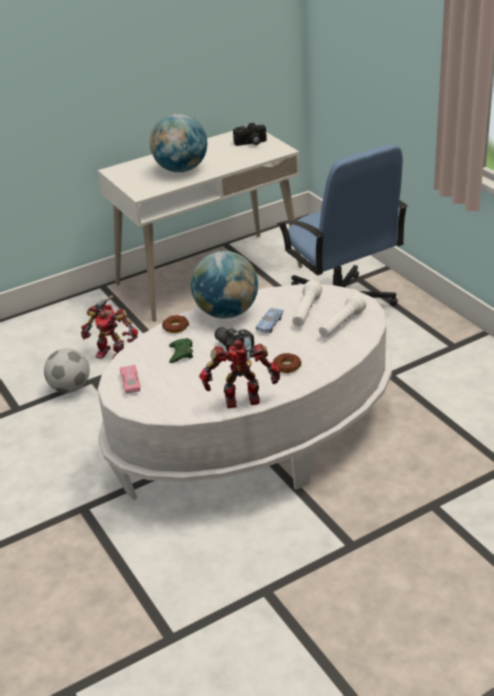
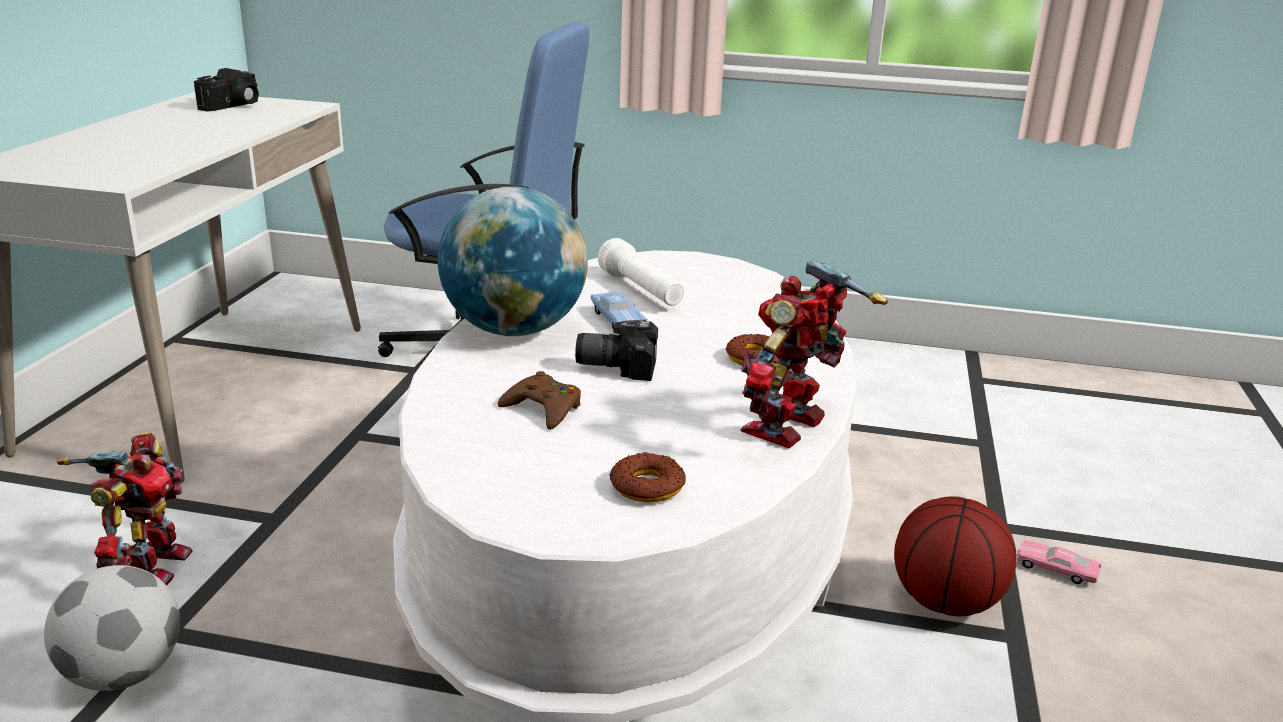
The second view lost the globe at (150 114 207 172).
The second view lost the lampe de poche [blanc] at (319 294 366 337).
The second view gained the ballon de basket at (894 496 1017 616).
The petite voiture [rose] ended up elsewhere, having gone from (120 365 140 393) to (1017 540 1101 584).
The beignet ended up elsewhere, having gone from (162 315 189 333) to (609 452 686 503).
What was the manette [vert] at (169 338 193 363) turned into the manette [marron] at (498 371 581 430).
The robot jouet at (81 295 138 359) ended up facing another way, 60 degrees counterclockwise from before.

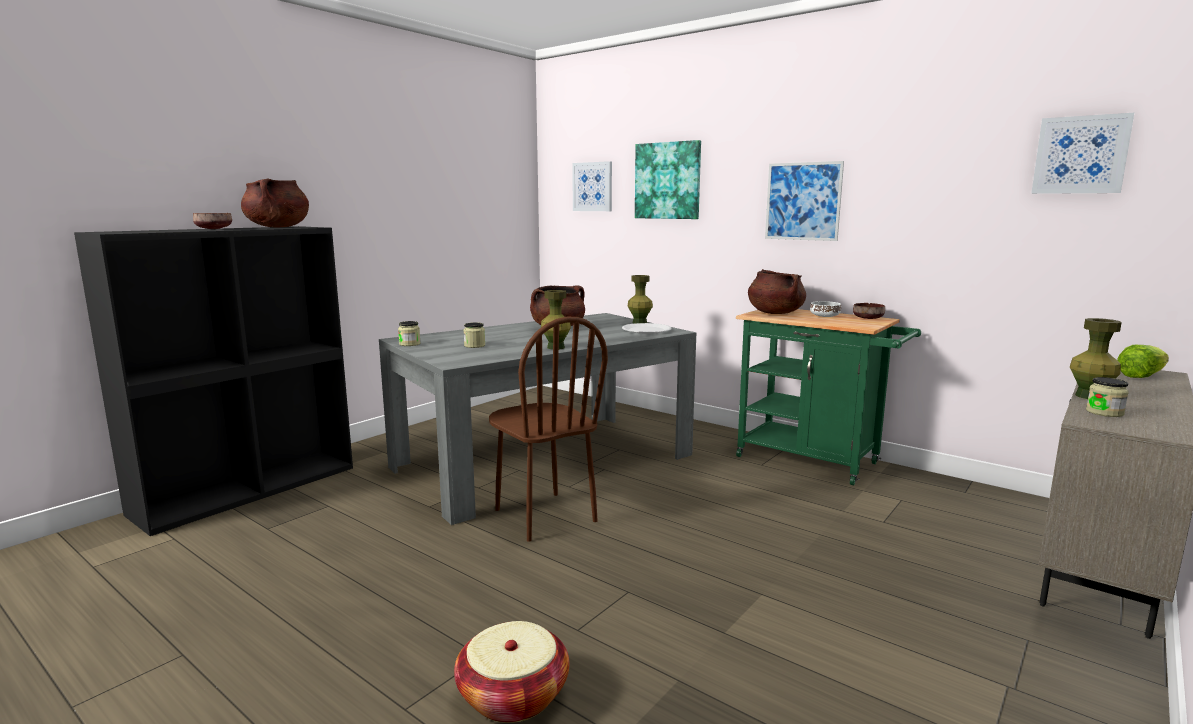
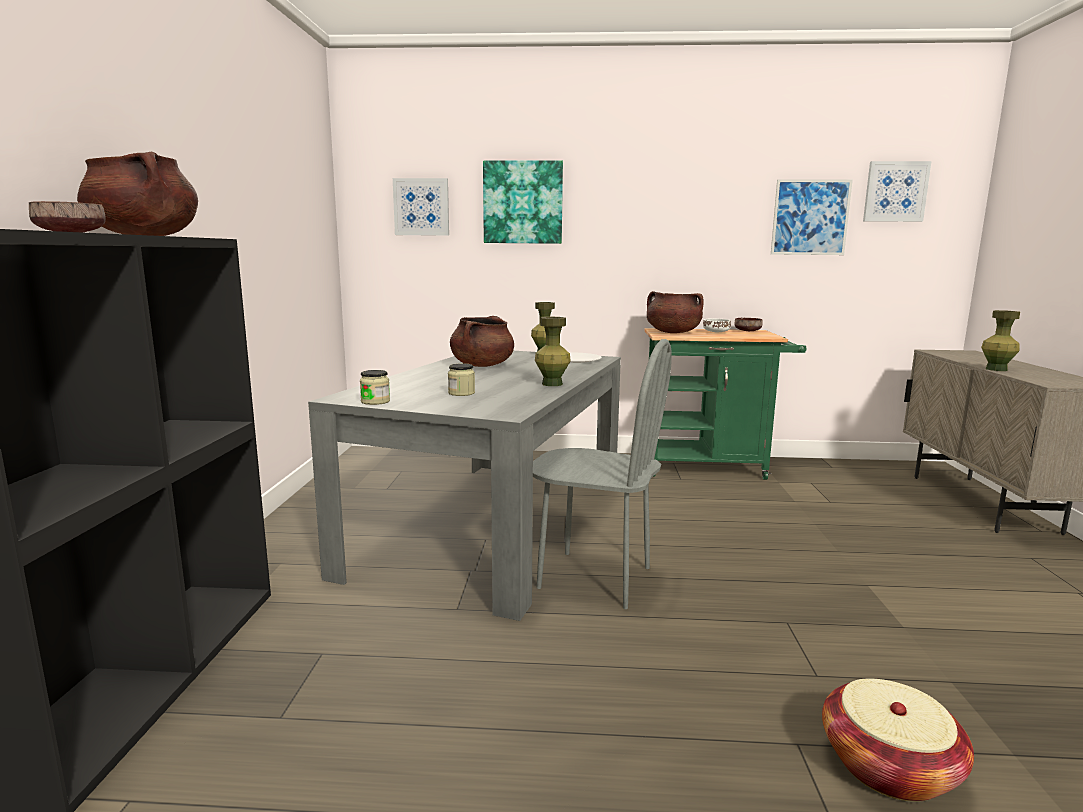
The second view lost the bocal at (1086 377 1129 417).
The second view lost the laitue at (1117 345 1169 378).
The tableau ended up elsewhere, having gone from (765 161 844 241) to (771 179 853 255).
What was the chaise [marron] at (489 317 608 542) turned into the chaise [gris] at (533 339 672 609).

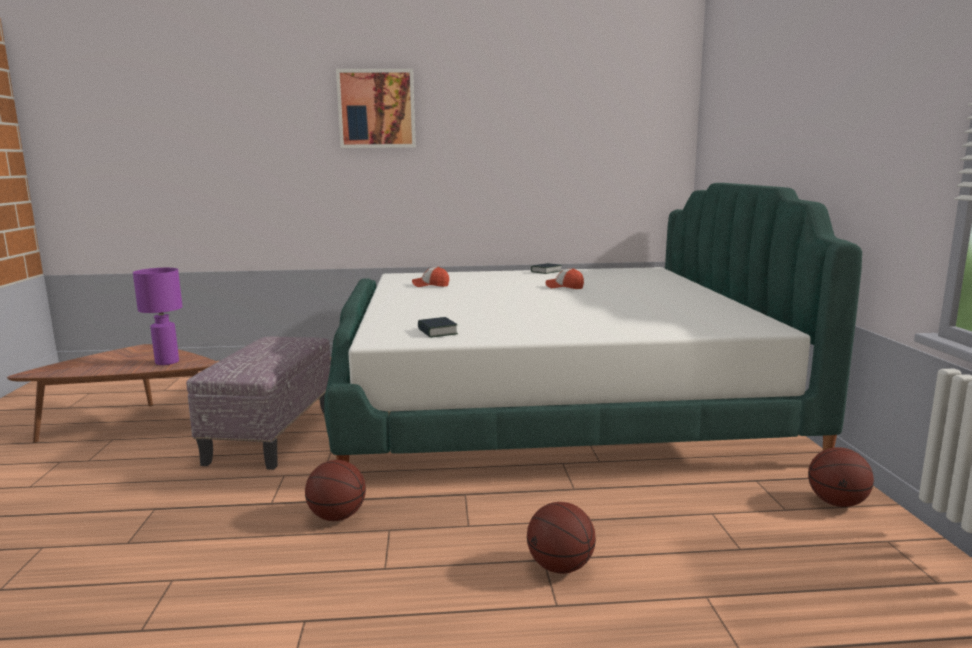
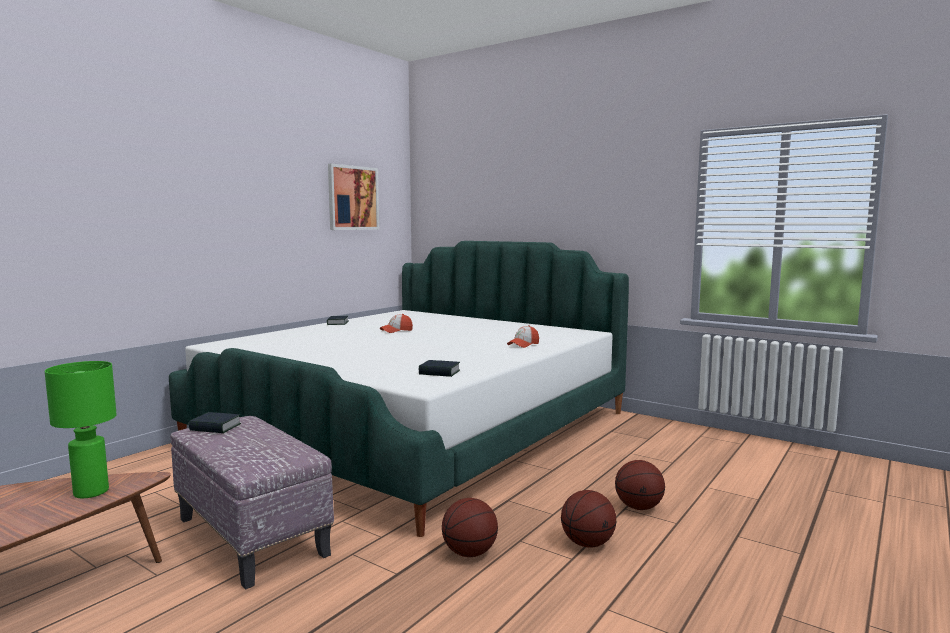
The second view gained the livre at (189 412 241 433).
The tableau ended up elsewhere, having gone from (336 69 416 148) to (328 164 379 230).
The casquette ended up elsewhere, having gone from (412 267 449 287) to (507 325 539 348).
The ballon de basket ended up elsewhere, having gone from (808 447 874 507) to (561 490 616 547).
What was the lampe de table [violet] at (133 268 183 365) turned into the lampe de table [vert] at (45 361 117 498).

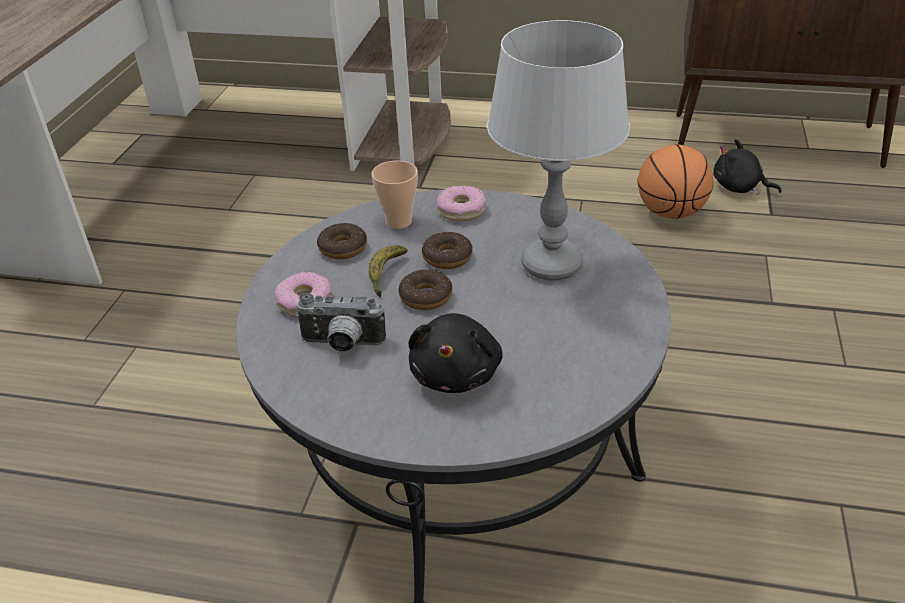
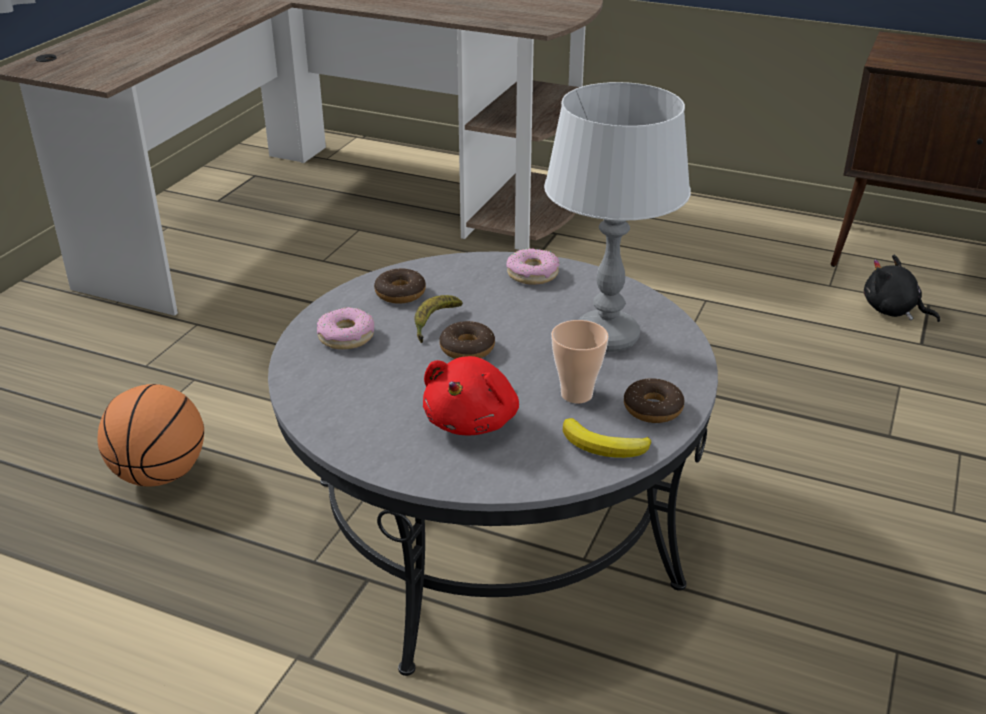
The second view lost the appareil photo at (295 293 386 353).
The second view gained the banane at (563 418 651 458).
The tasse ended up elsewhere, having gone from (371 161 418 229) to (551 320 609 403).
The beignet ended up elsewhere, having gone from (422 232 473 269) to (624 378 685 423).
The ballon de basket ended up elsewhere, having gone from (637 144 714 219) to (97 384 204 487).
What was the peluche [noir] at (409 313 503 393) turned into the peluche [rouge] at (423 356 519 435).

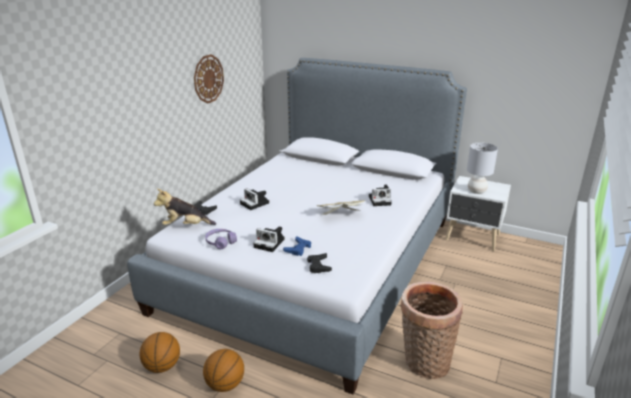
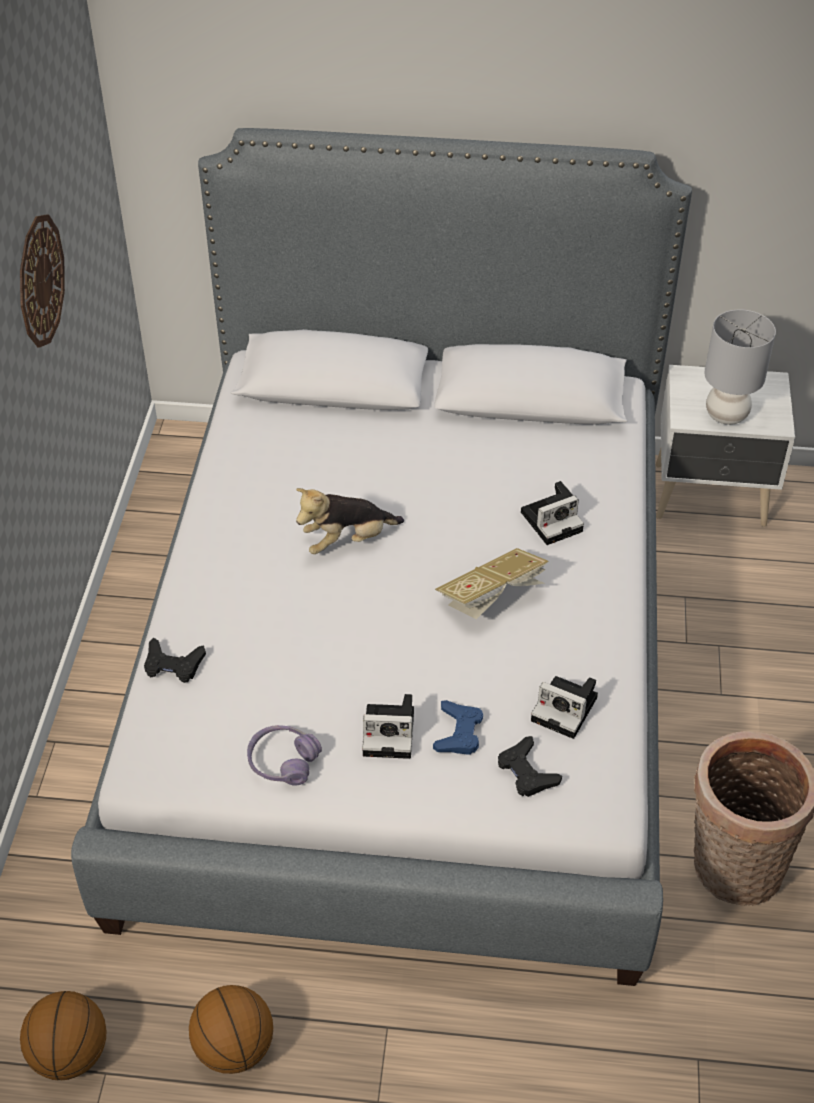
The peluche ended up elsewhere, having gone from (154 189 216 225) to (296 488 404 554).
The ballon de basket ended up elsewhere, having gone from (203 349 244 392) to (20 991 106 1080).
The appareil photo ended up elsewhere, having gone from (240 188 269 210) to (531 676 598 739).

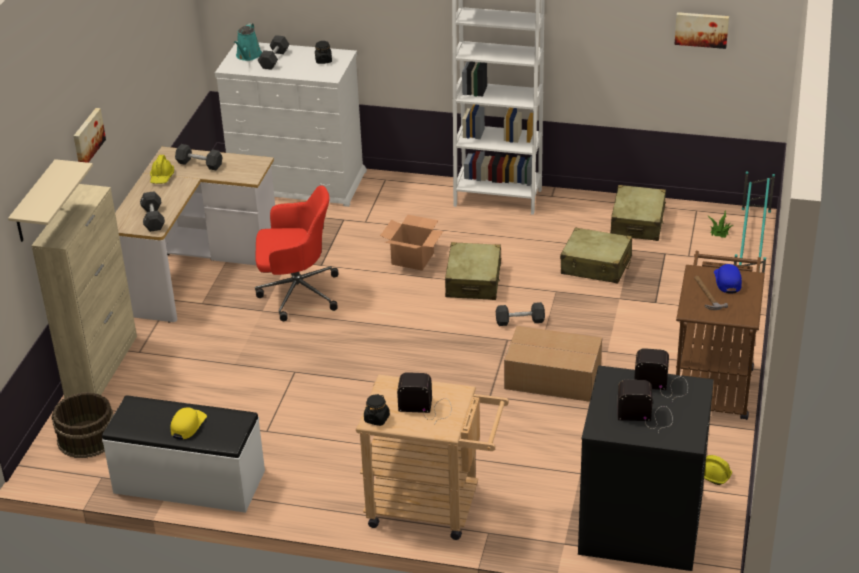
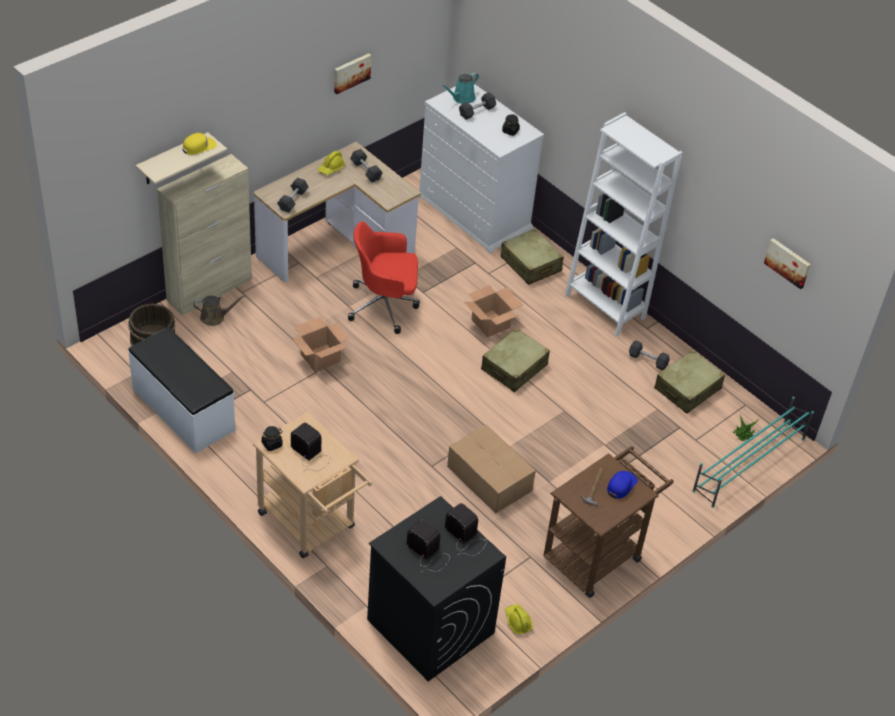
The second view gained the arrosoir [marron] at (193 295 246 326).
The second view gained the carton at (292 317 349 372).
The tableau ended up elsewhere, having gone from (74 108 106 163) to (334 53 371 94).
The casquette [jaune] ended up elsewhere, having gone from (170 407 207 440) to (183 133 217 155).
The haltère [noir] ended up elsewhere, having gone from (496 302 545 326) to (629 340 670 370).
The valise [beige] ended up elsewhere, having gone from (560 228 632 283) to (501 229 564 285).
The chaise de bureau [rouge] at (255 185 338 321) ended up facing another way, 150 degrees clockwise from before.

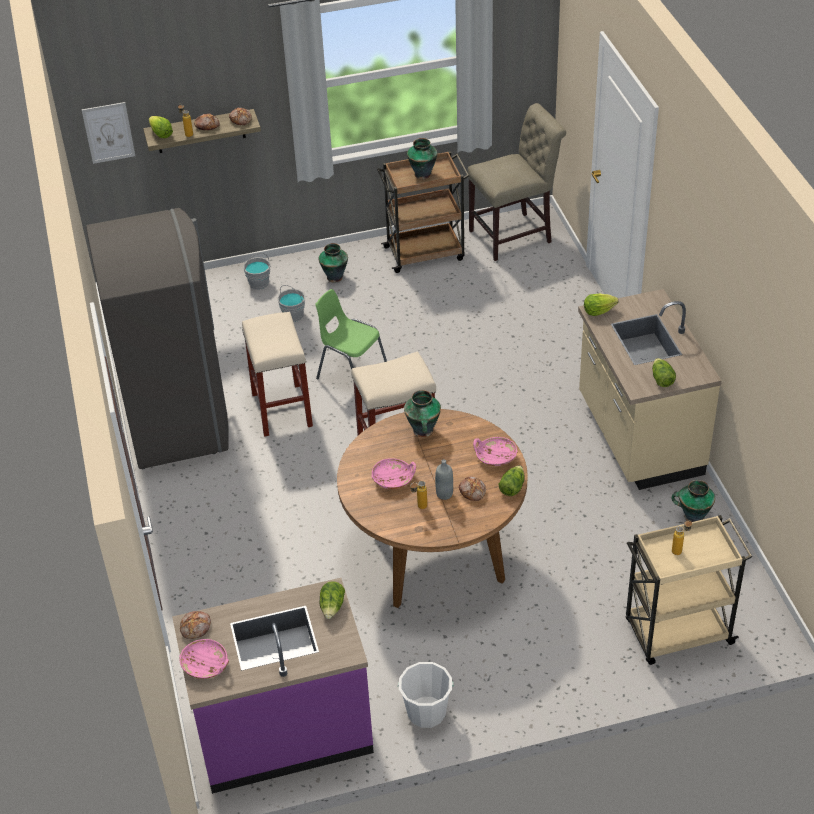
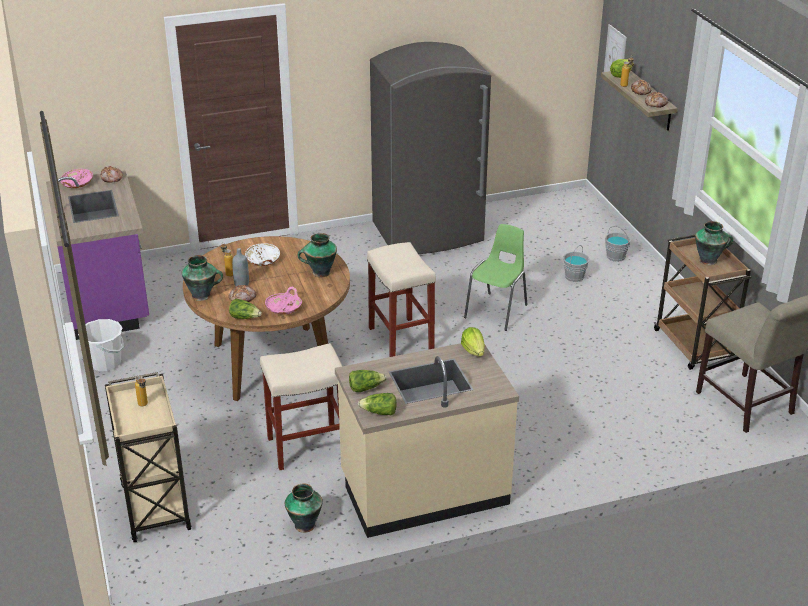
The tabouret [beige] ended up elsewhere, having gone from (242 312 313 437) to (260 343 342 470).
The vase ended up elsewhere, having gone from (318 243 348 283) to (182 255 223 301).
The laitue ended up elsewhere, having gone from (319 581 345 619) to (358 393 397 415).
What was the bol [rose] at (372 458 416 489) turned into the bol [blanc] at (245 243 280 266).

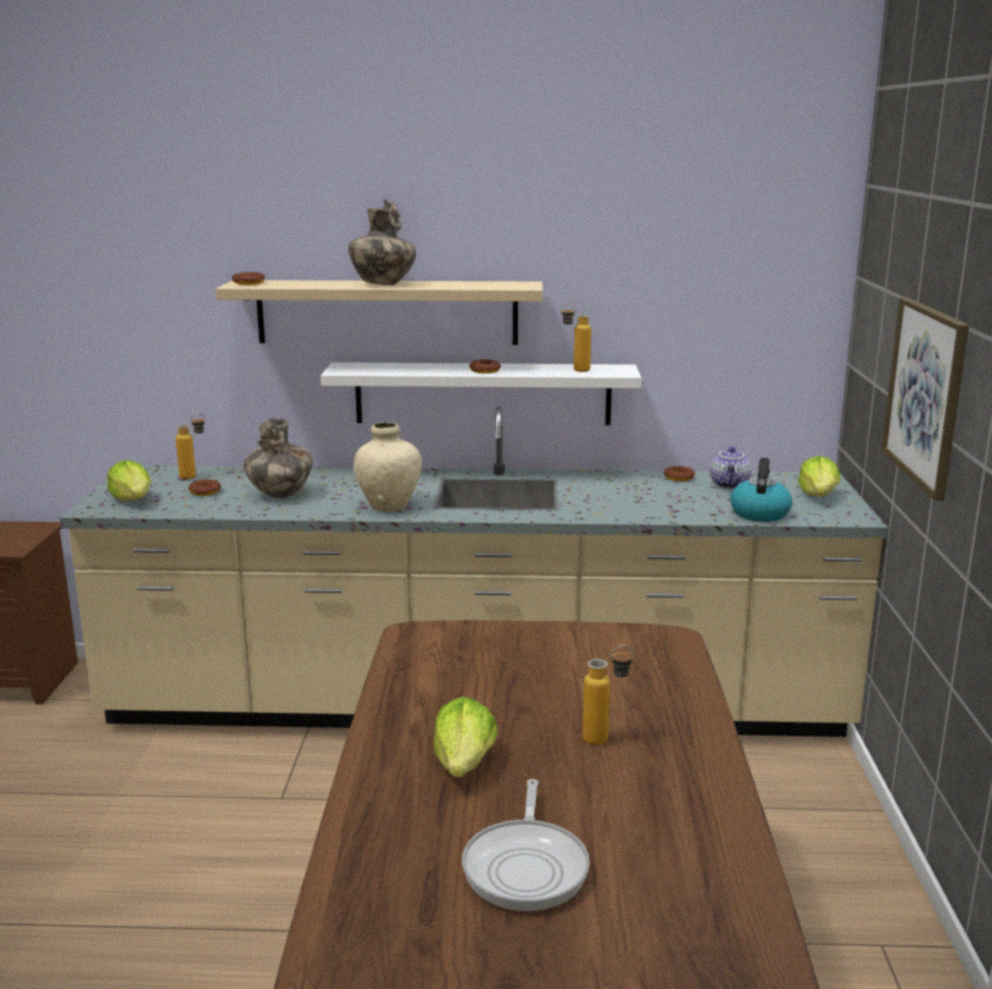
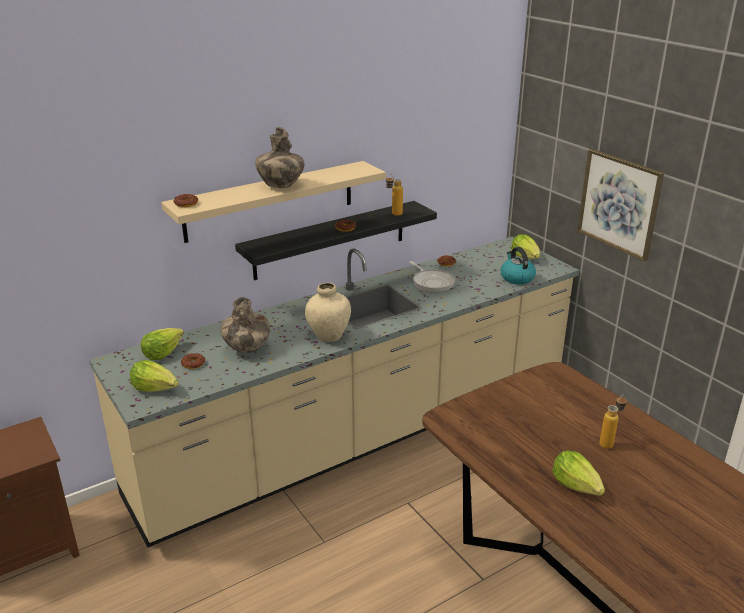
The second view lost the théière at (710 447 752 489).
The poêle ended up elsewhere, having gone from (462 779 590 911) to (409 261 455 292).
Where the bouteille stood at (176 413 205 479), the laitue came to stand at (141 328 184 360).
What was the étagère [blanc] at (321 362 641 425) turned into the étagère [noir] at (235 201 437 280).

